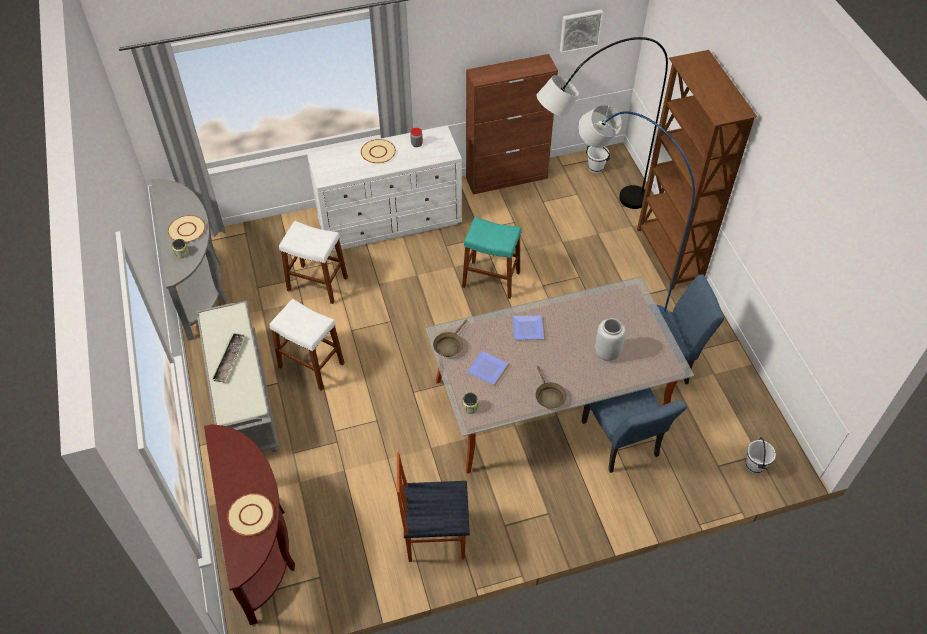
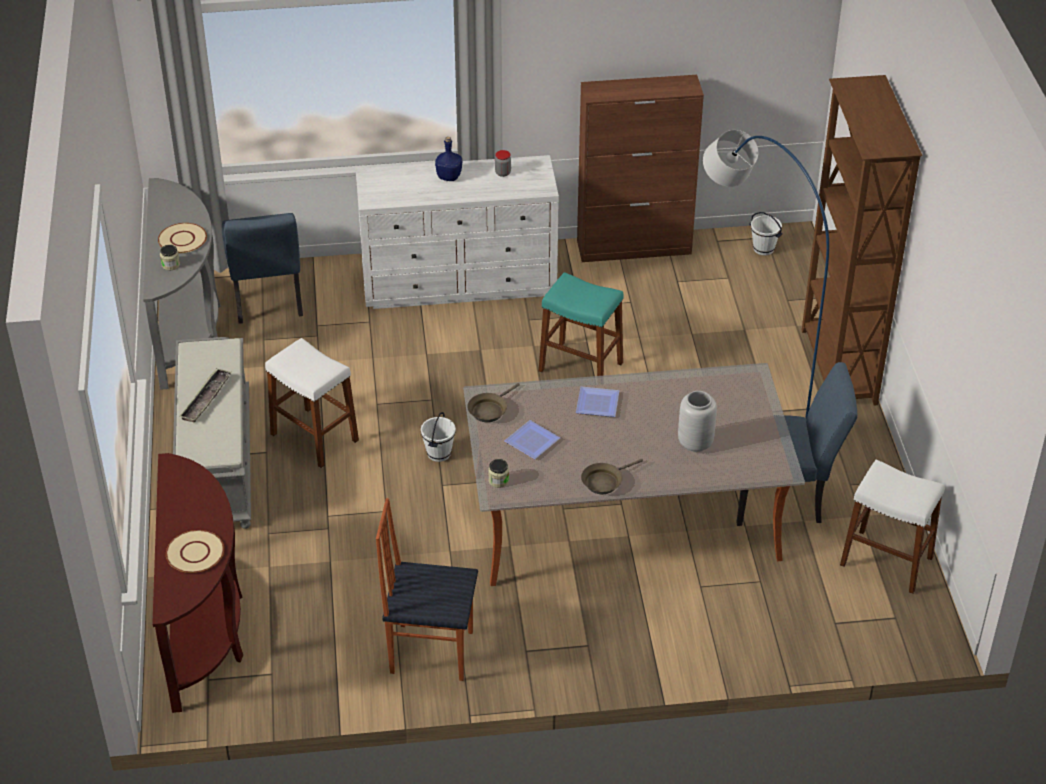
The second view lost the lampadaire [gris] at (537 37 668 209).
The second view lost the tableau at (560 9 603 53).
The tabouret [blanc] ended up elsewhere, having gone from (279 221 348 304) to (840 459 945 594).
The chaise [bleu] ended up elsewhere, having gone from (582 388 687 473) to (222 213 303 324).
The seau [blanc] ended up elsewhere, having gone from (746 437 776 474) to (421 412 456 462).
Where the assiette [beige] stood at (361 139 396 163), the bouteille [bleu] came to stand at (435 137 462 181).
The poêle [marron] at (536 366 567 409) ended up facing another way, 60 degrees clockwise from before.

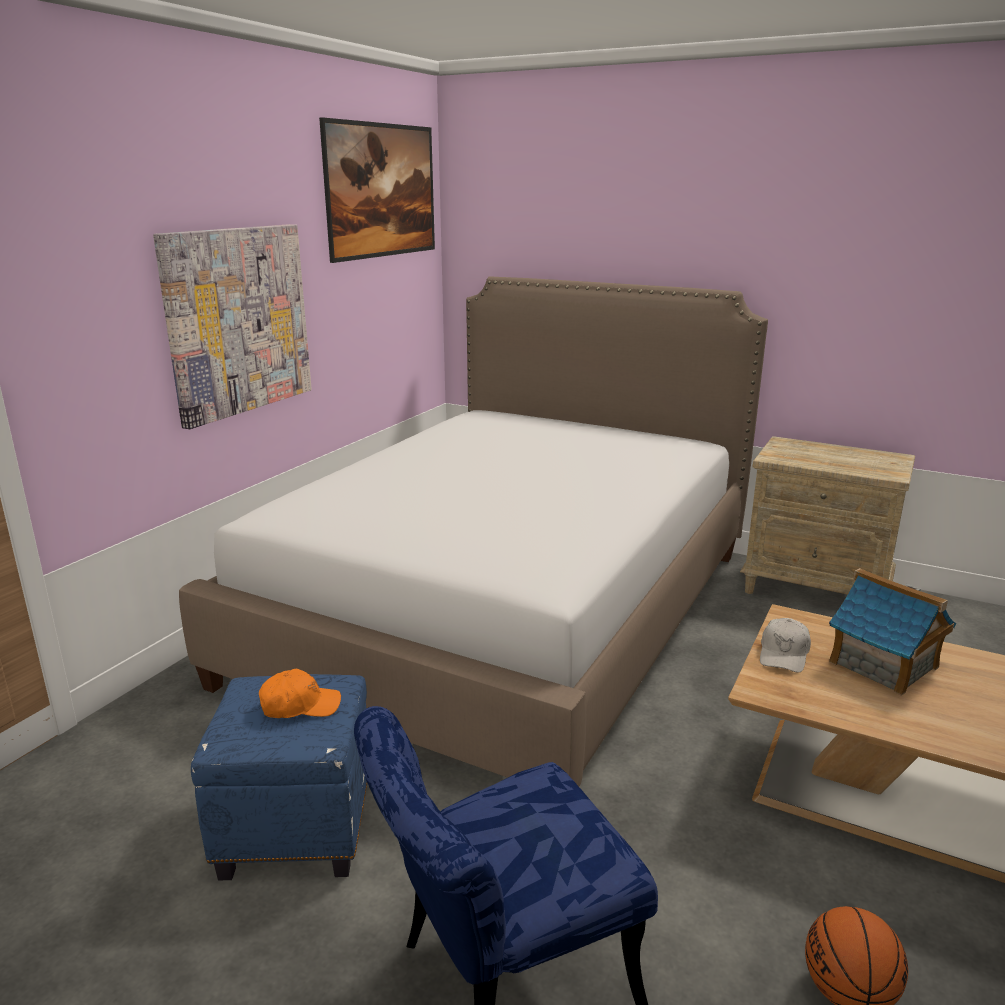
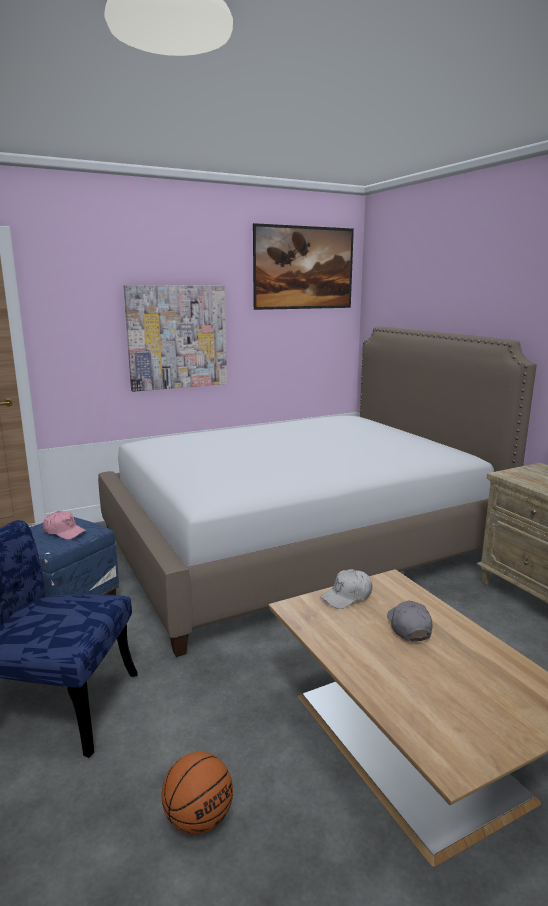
Where the maison miniature stood at (829 568 956 696), the casquette [gris] came to stand at (387 601 433 642).
What was the casquette [orange] at (259 669 341 718) turned into the casquette [rose] at (43 511 86 540).

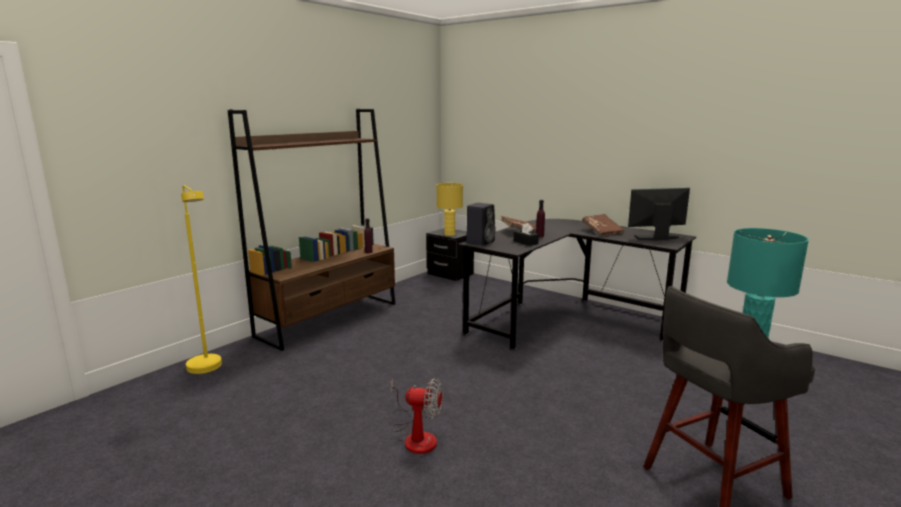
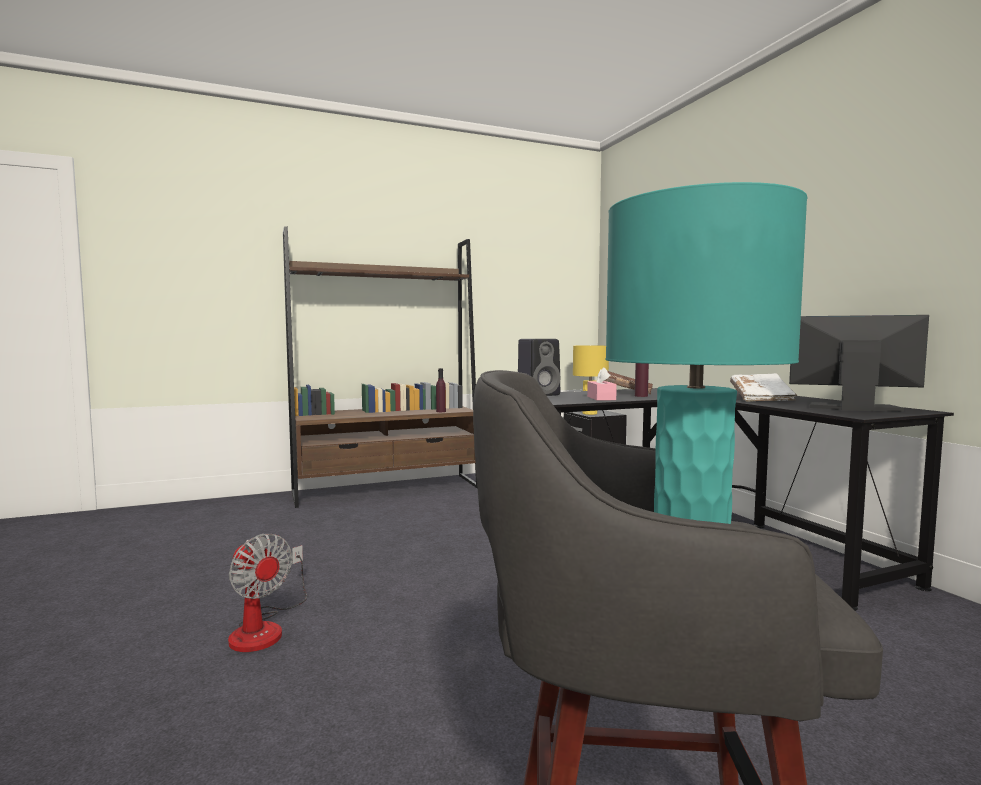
The second view lost the lampadaire [jaune] at (181 185 222 374).
What was the boîte à mouchoirs [noir] at (514 223 539 246) turned into the boîte à mouchoirs [rose] at (587 367 617 401).
What was the livre [marron] at (582 214 625 236) turned into the livre [blanc] at (730 373 797 402).

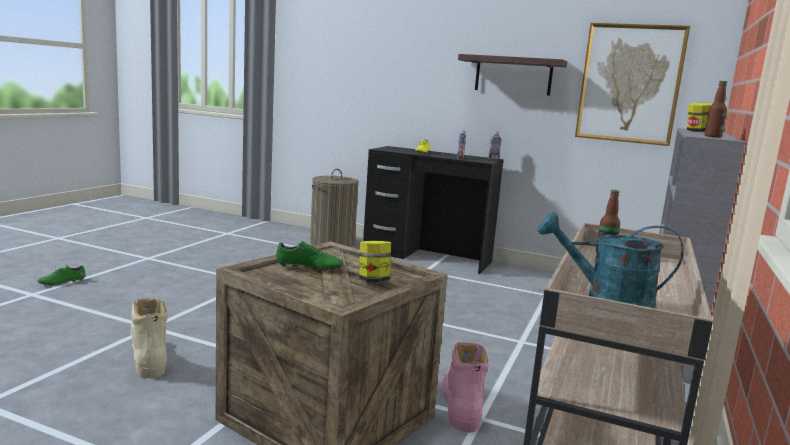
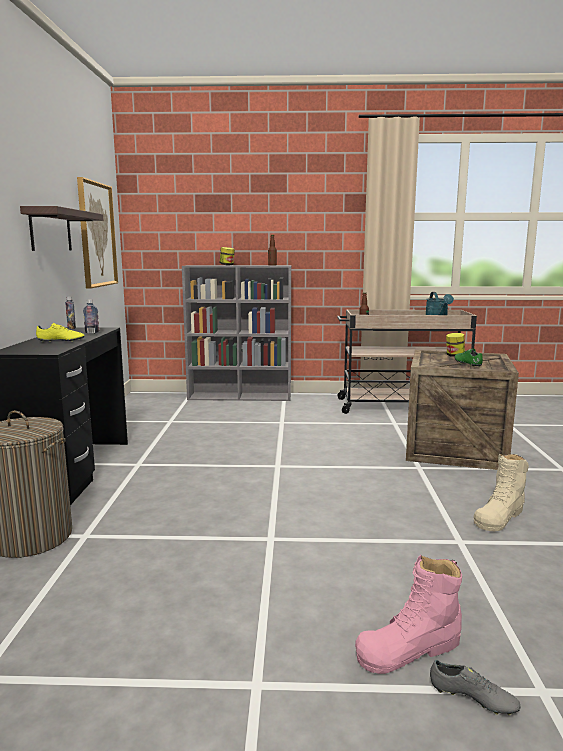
The botte [rose] ended up elsewhere, having gone from (441 342 489 432) to (355 555 462 674).
What was the chaussure [vert] at (38 265 85 286) turned into the chaussure [gris] at (430 659 520 715).

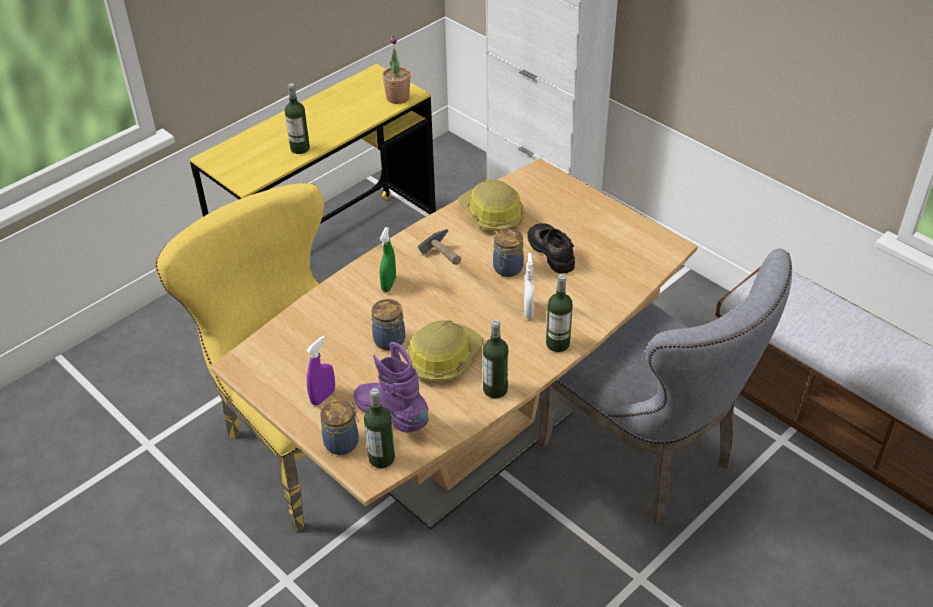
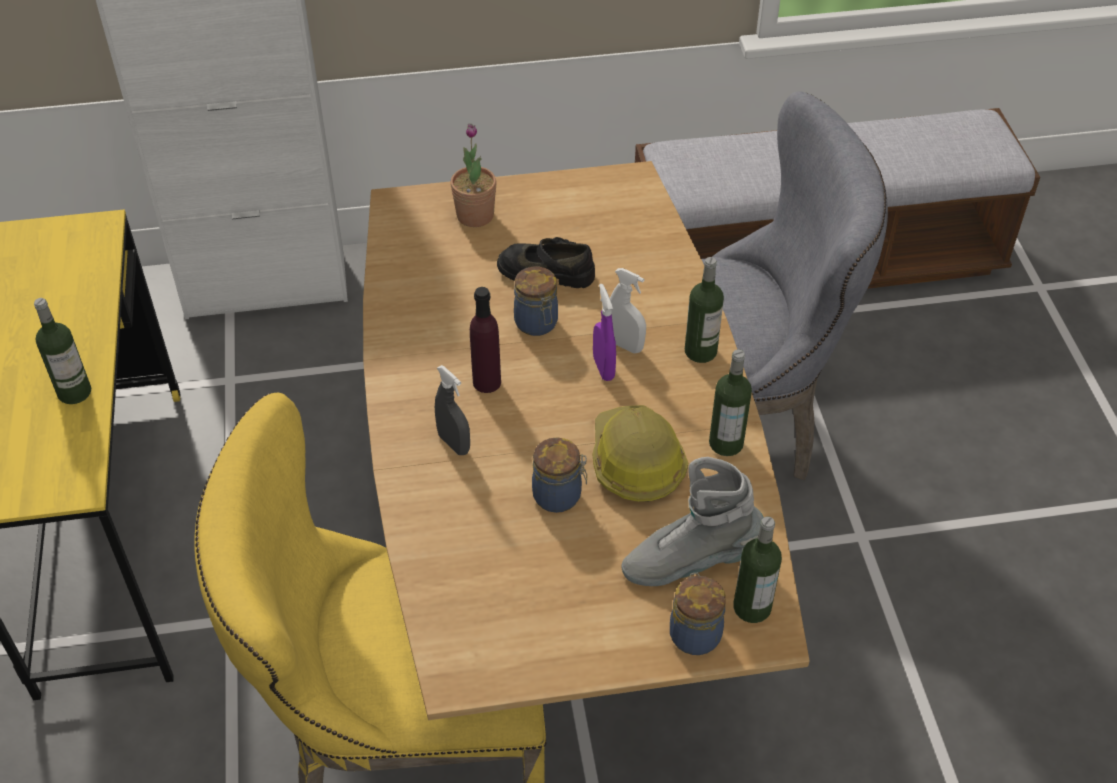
The second view lost the casque de chantier at (458 179 525 231).
The vaporisateur [violet] ended up elsewhere, having gone from (306 335 335 406) to (593 284 616 381).
The plante en pot ended up elsewhere, having gone from (382 35 411 104) to (450 124 497 227).
Where the marteau stood at (417 229 461 265), the bouteille [violet] came to stand at (470 287 501 393).
What was the botte [violet] at (354 342 429 433) turned into the botte [gris] at (622 457 764 586).
What was the vaporisateur [vert] at (380 227 396 292) turned into the vaporisateur [gris] at (435 365 470 455).

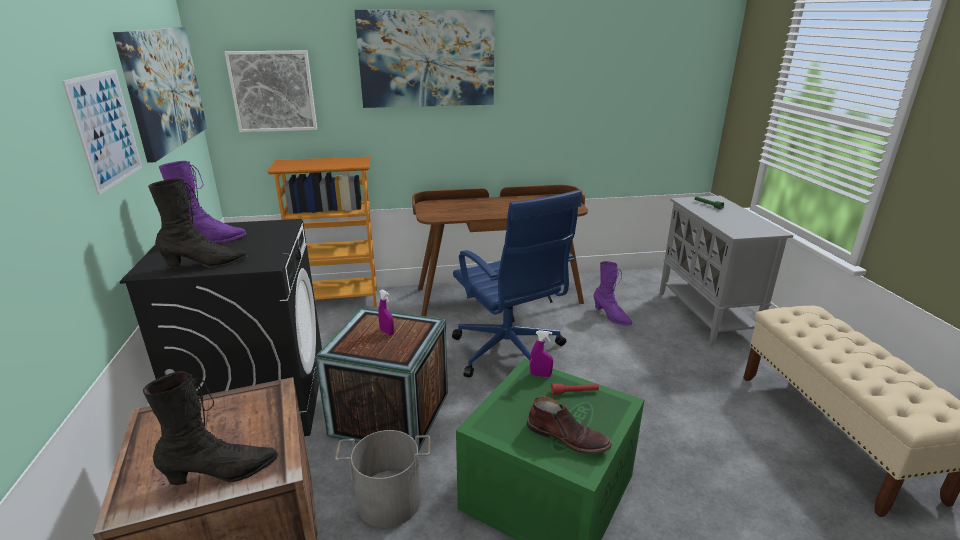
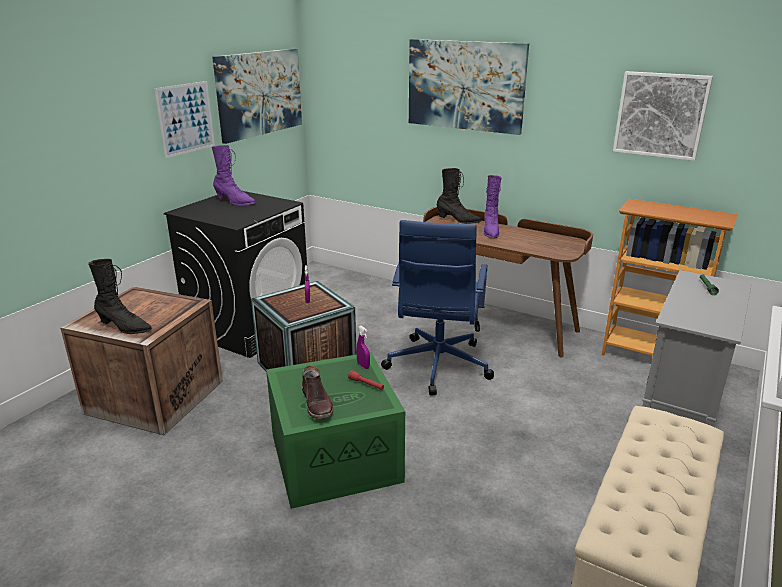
The second view lost the seau [gris] at (335 430 431 528).
The botte [noir] ended up elsewhere, having gone from (148 178 247 268) to (437 168 481 224).
The tableau ended up elsewhere, having gone from (225 50 317 132) to (613 71 713 161).
The bibliothèque ended up elsewhere, having gone from (267 156 377 307) to (602 199 738 356).
The botte [violet] ended up elsewhere, having gone from (593 261 632 326) to (484 175 501 238).

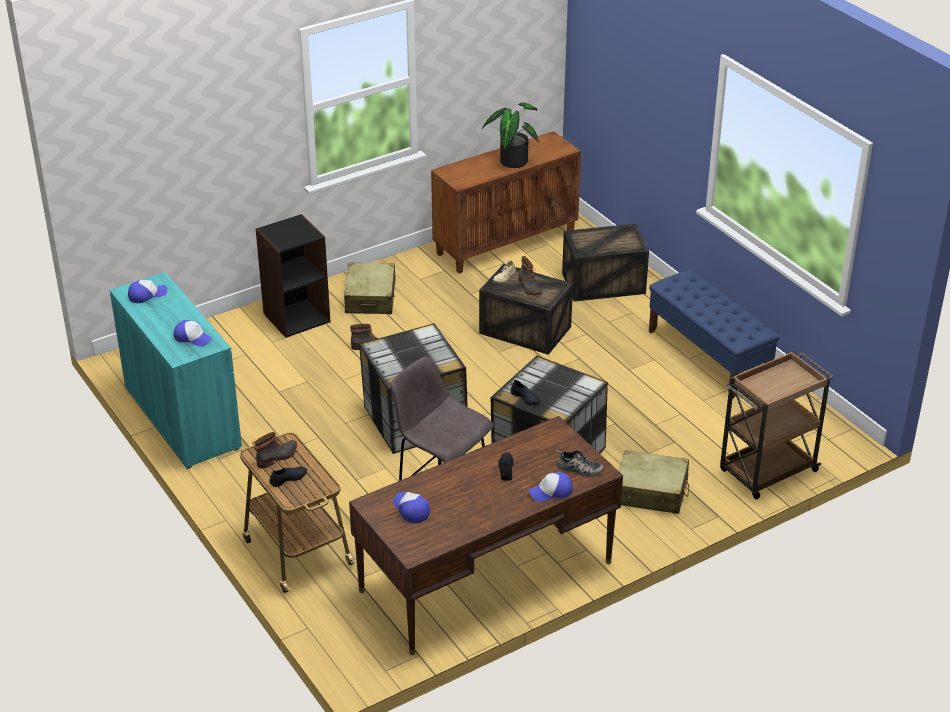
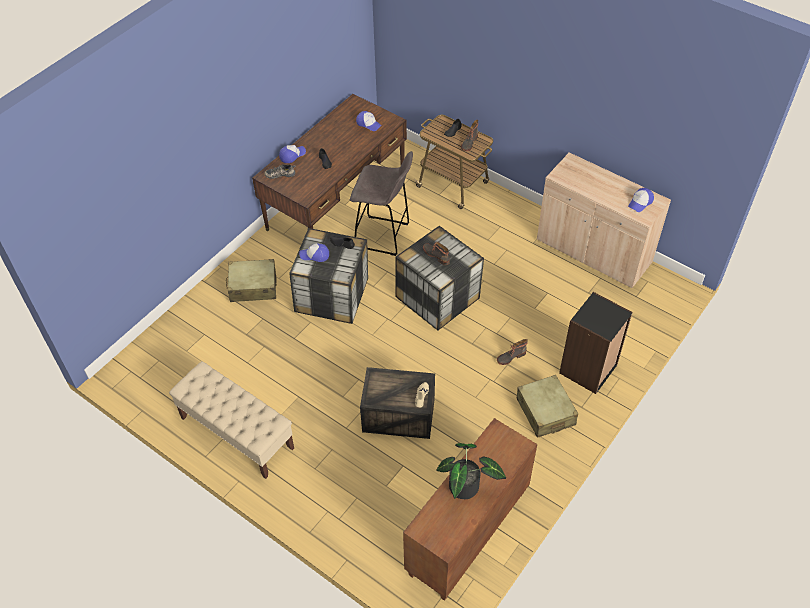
The second view lost the caisse at (562 224 649 301).
The second view lost the chariot [marron] at (720 351 833 499).
The casquette ended up elsewhere, having gone from (174 320 213 347) to (299 243 329 262).
The botte ended up elsewhere, having gone from (519 256 542 295) to (423 242 450 266).
What was the meuble de rangement [turquoise] at (109 272 242 469) turned into the meuble de rangement [beige] at (537 152 671 288).
What was the banc [bleu] at (649 270 779 399) turned into the banc [beige] at (169 361 294 479).

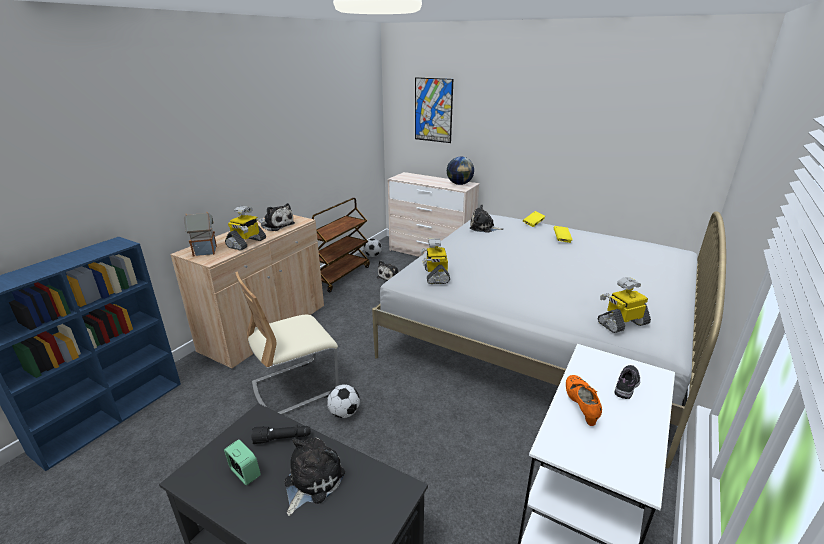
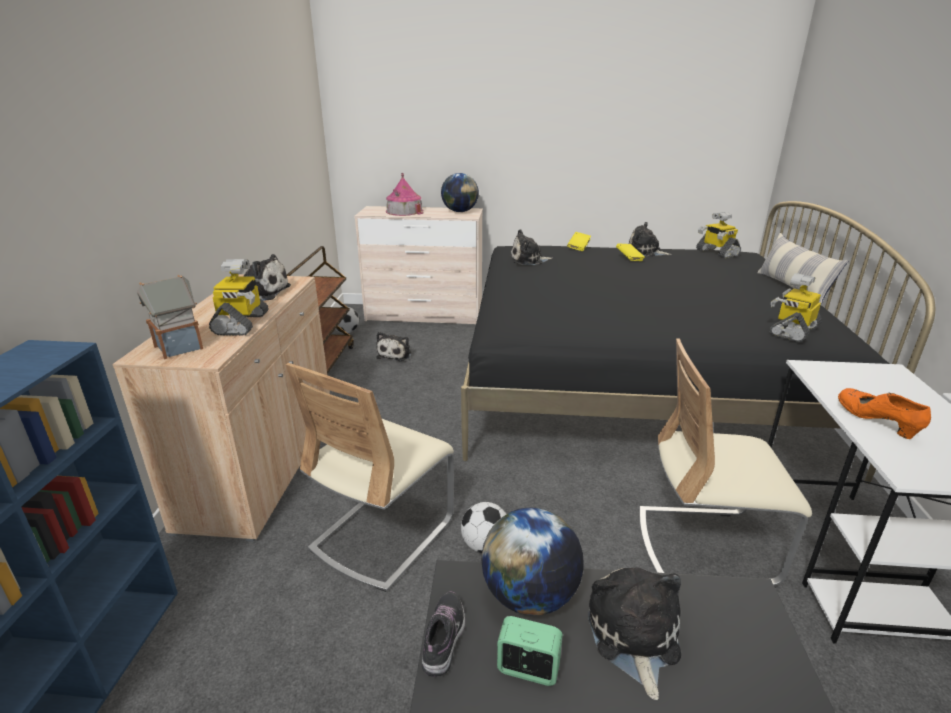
The second view lost the tableau at (415 77 453 143).
The second view gained the maison miniature at (386 173 424 216).
The second view gained the peluche at (629 222 672 257).
The second view gained the chaise [beige] at (639 338 812 586).
The second view gained the coussin at (757 233 848 305).
The robot jouet ended up elsewhere, having gone from (421 238 450 284) to (696 212 741 259).
The chaussure ended up elsewhere, having gone from (615 365 640 399) to (422 591 465 677).
Where the lampe de poche [noir] stood at (251 425 311 444), the globe came to stand at (481 508 584 615).
What was the lit [blanc] at (372 211 726 468) turned into the lit [noir] at (461 201 935 484).

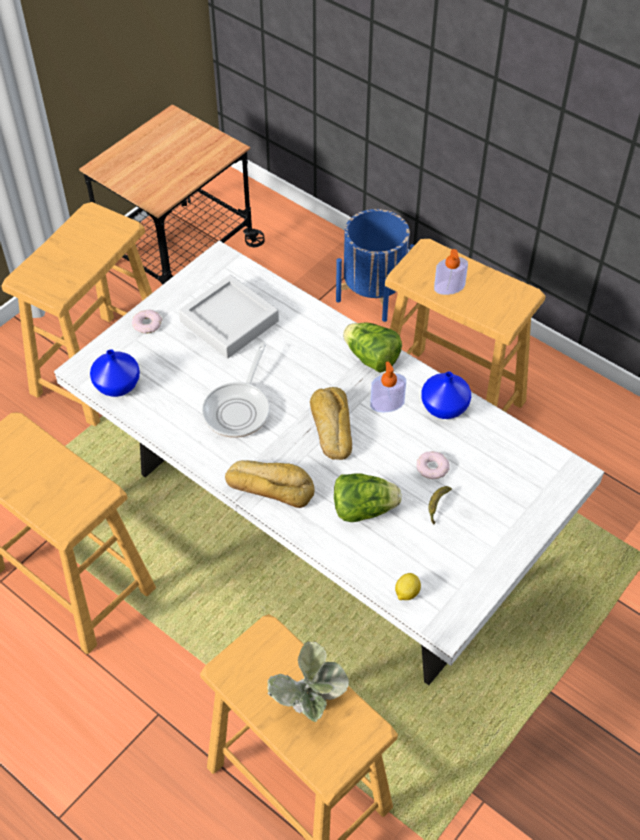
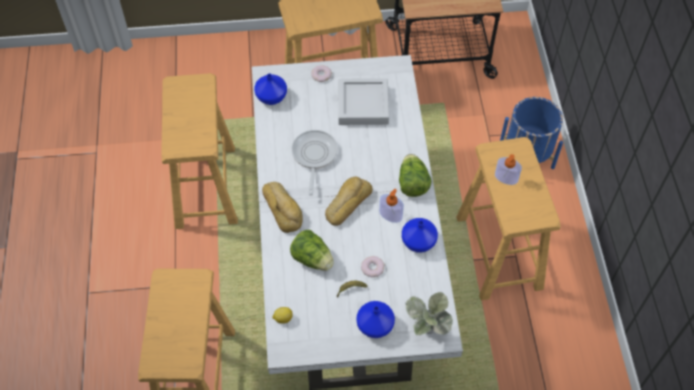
The second view gained the vase [bleu] at (356 301 395 338).
The plante en pot ended up elsewhere, having gone from (267 642 349 722) to (405 292 453 335).
The poêle at (202 343 270 438) ended up facing another way, 120 degrees clockwise from before.

